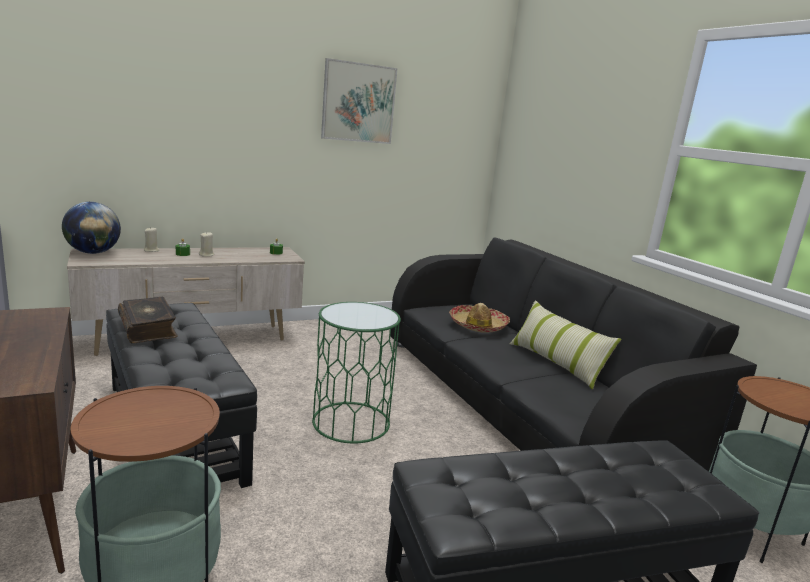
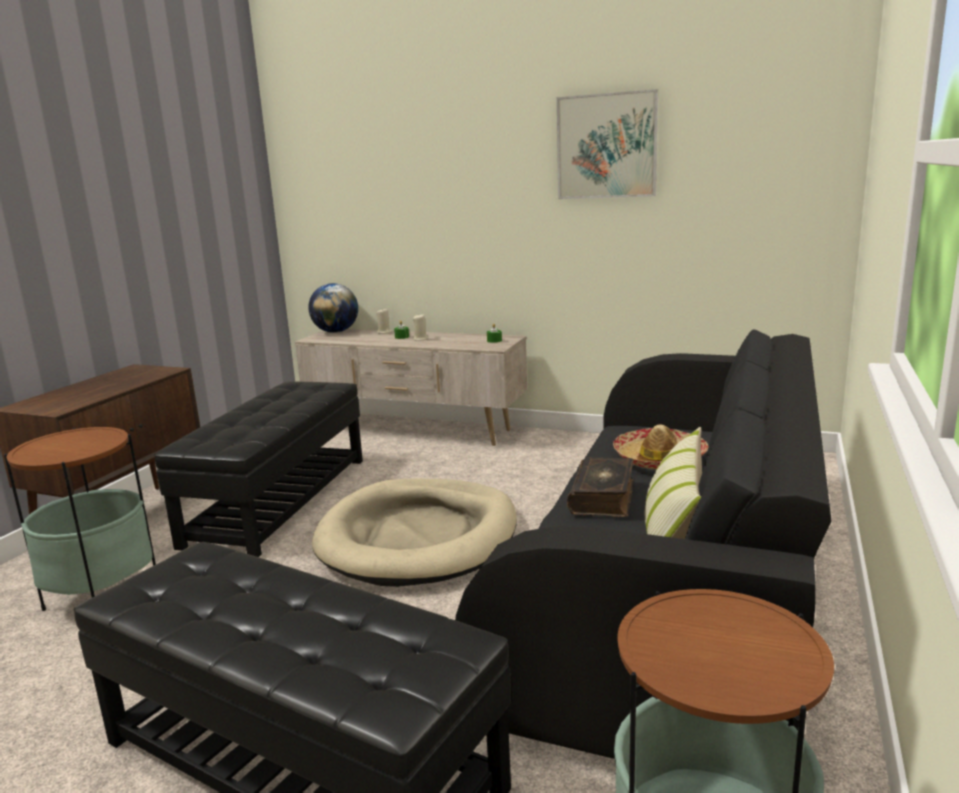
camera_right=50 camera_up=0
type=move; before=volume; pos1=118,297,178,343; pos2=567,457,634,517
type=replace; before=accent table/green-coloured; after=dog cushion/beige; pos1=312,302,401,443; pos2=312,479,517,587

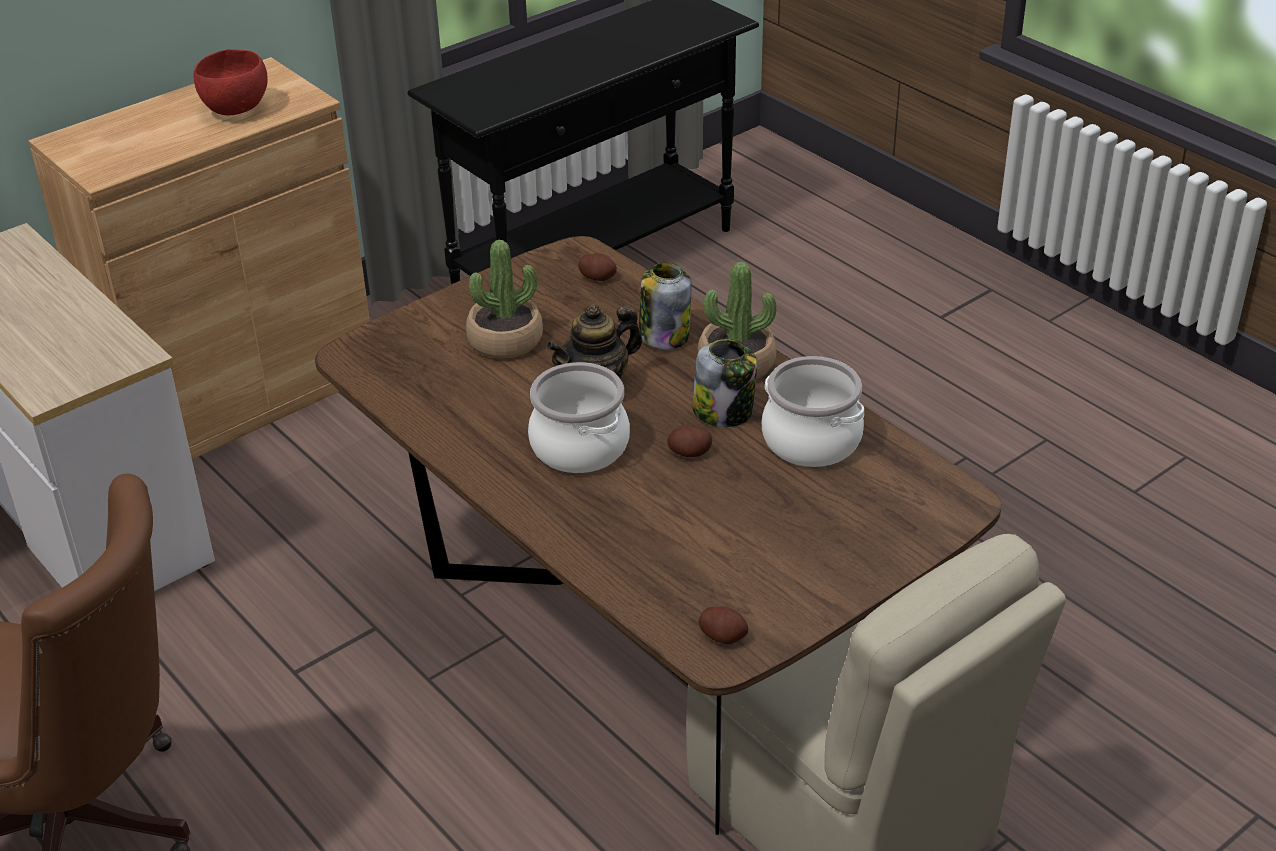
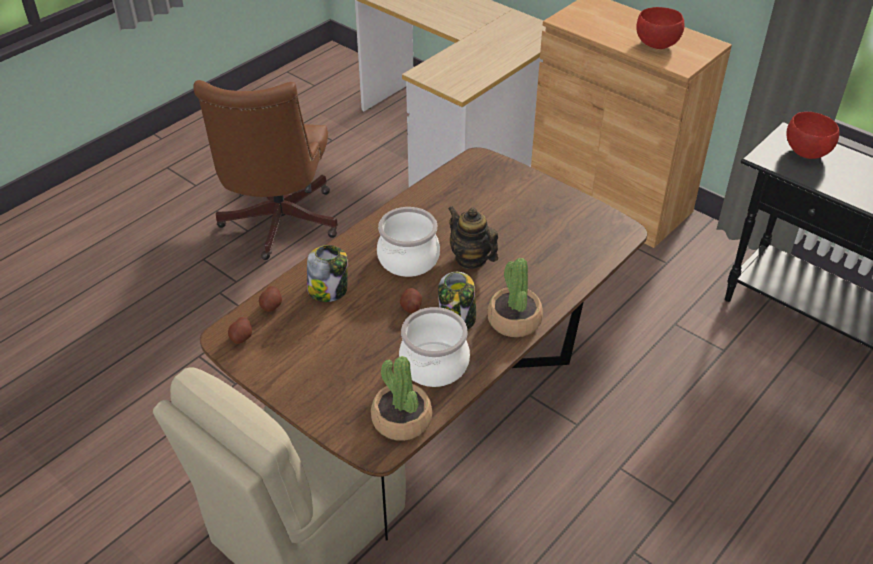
camera_right=80 camera_up=5
type=insert; after=deep dish/red-coloured; pos2=786,112,839,159
type=move; before=potted plant; pos1=466,240,543,358; pos2=371,356,432,441
type=move; before=whole potato; pos1=578,253,617,281; pos2=259,286,282,312
type=move; before=preserve jar; pos1=639,262,692,349; pos2=307,245,348,302

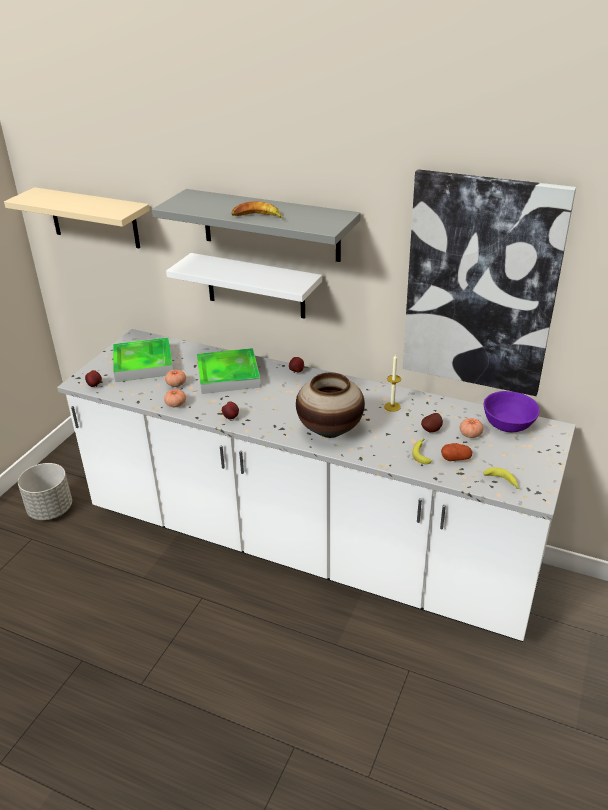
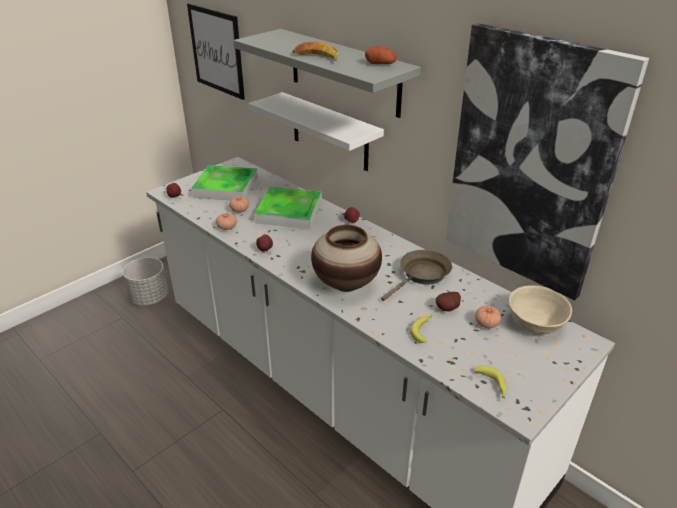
camera_right=20 camera_up=0
type=move; before=whole potato; pos1=441,443,472,461; pos2=365,46,397,64
type=replace; before=shelf/beige; after=picture; pos1=4,187,150,249; pos2=187,3,245,100
type=replace; before=candle; after=frying pan/brown-coloured; pos1=384,354,401,412; pos2=381,250,452,301
type=recolor; before=deep dish/purplish; after=deep dish/beige; pos1=484,391,540,432; pos2=509,285,572,334

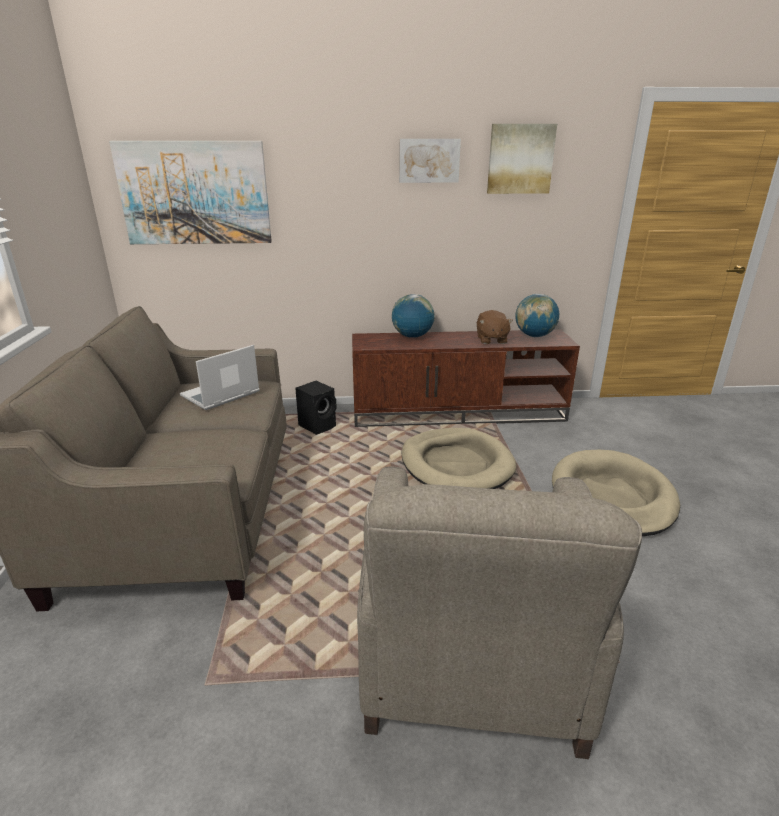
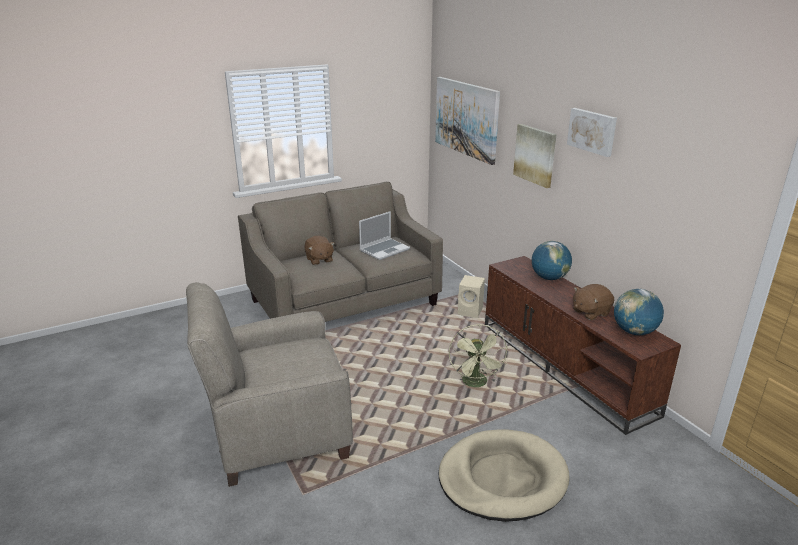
camera_right=65 camera_up=0
type=insert; after=cuddly toy/brown-coloured; pos2=305,236,335,265
type=move; before=picture; pos1=487,124,557,194; pos2=513,124,557,188
type=replace; before=dog cushion/beige; after=cooling fan/green-coloured; pos1=401,428,516,489; pos2=449,324,508,387
type=recolor; before=speaker/black-coloured; after=speaker/beige; pos1=295,381,337,435; pos2=458,275,485,318
type=rotate; before=portable computer; pos1=180,345,260,410; pos2=359,211,410,260; turn=120

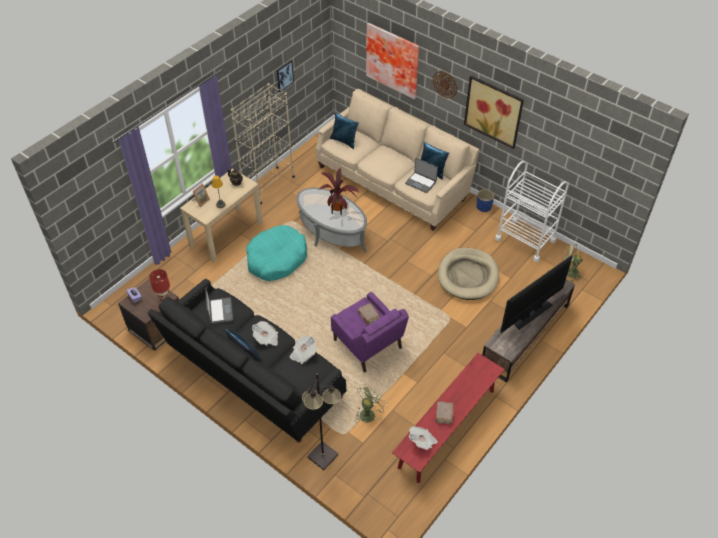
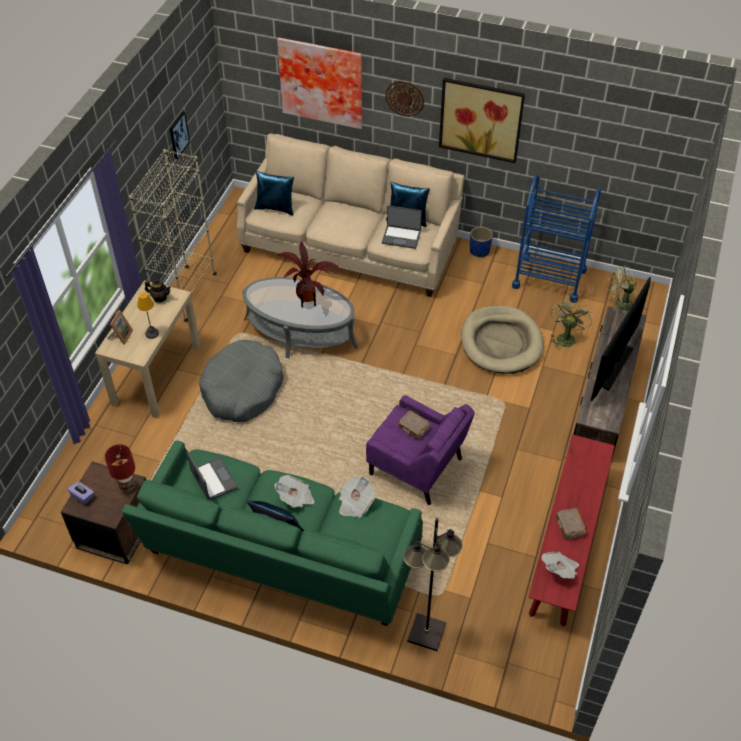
camera_right=-20 camera_up=0
type=move; before=cooling fan/green-coloured; pos1=355,384,388,423; pos2=551,299,593,349
type=recolor; before=settee/black-coloured; after=settee/green-coloured; pos1=148,279,347,443; pos2=122,441,423,626
type=recolor; before=dog cushion/blue-green; after=dog cushion/gray; pos1=246,225,307,281; pos2=199,340,284,422
type=recolor; before=trolley/whitish; after=trolley/blue; pos1=495,161,569,262; pos2=512,175,601,303

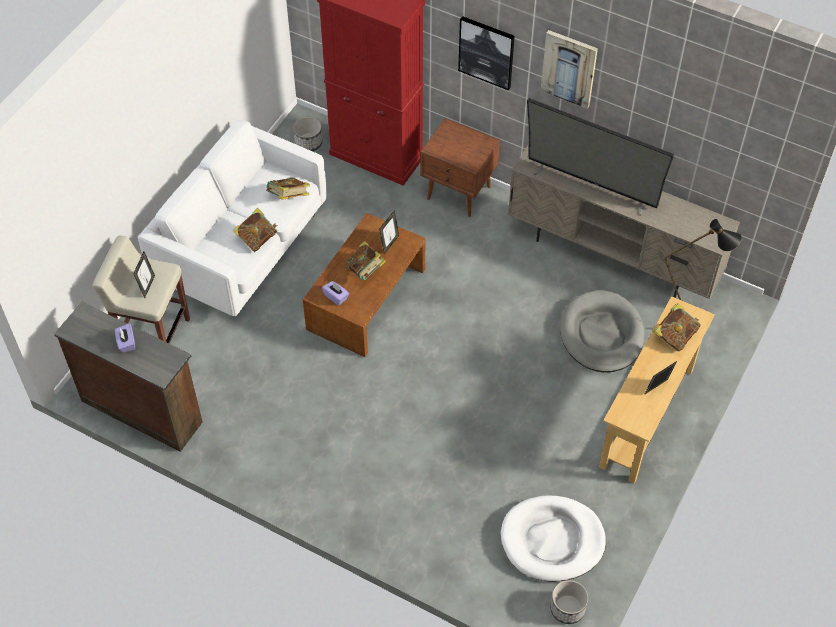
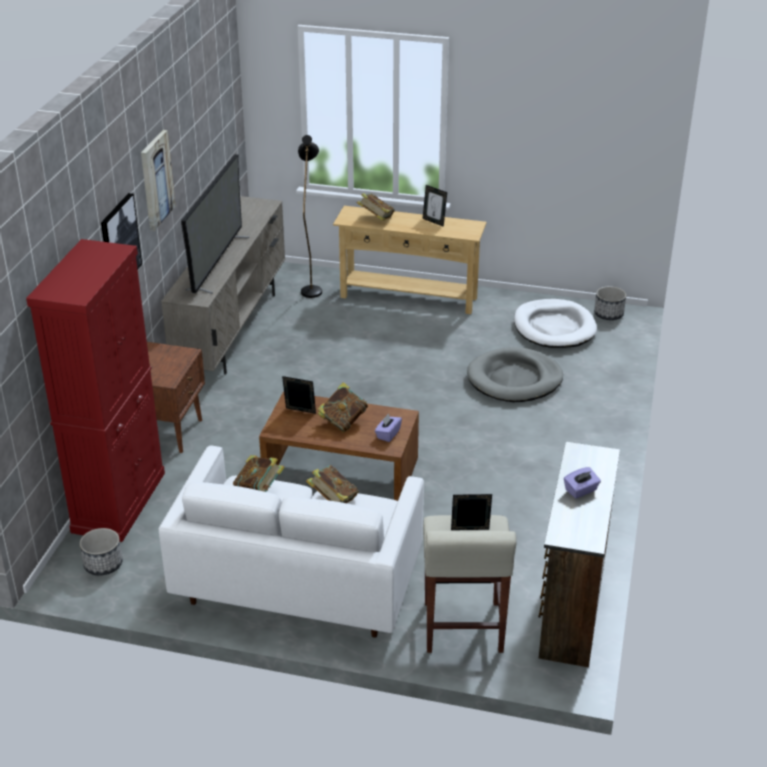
camera_right=-105 camera_up=-20
type=move; before=dog cushion/gray; pos1=560,290,645,372; pos2=467,347,563,402

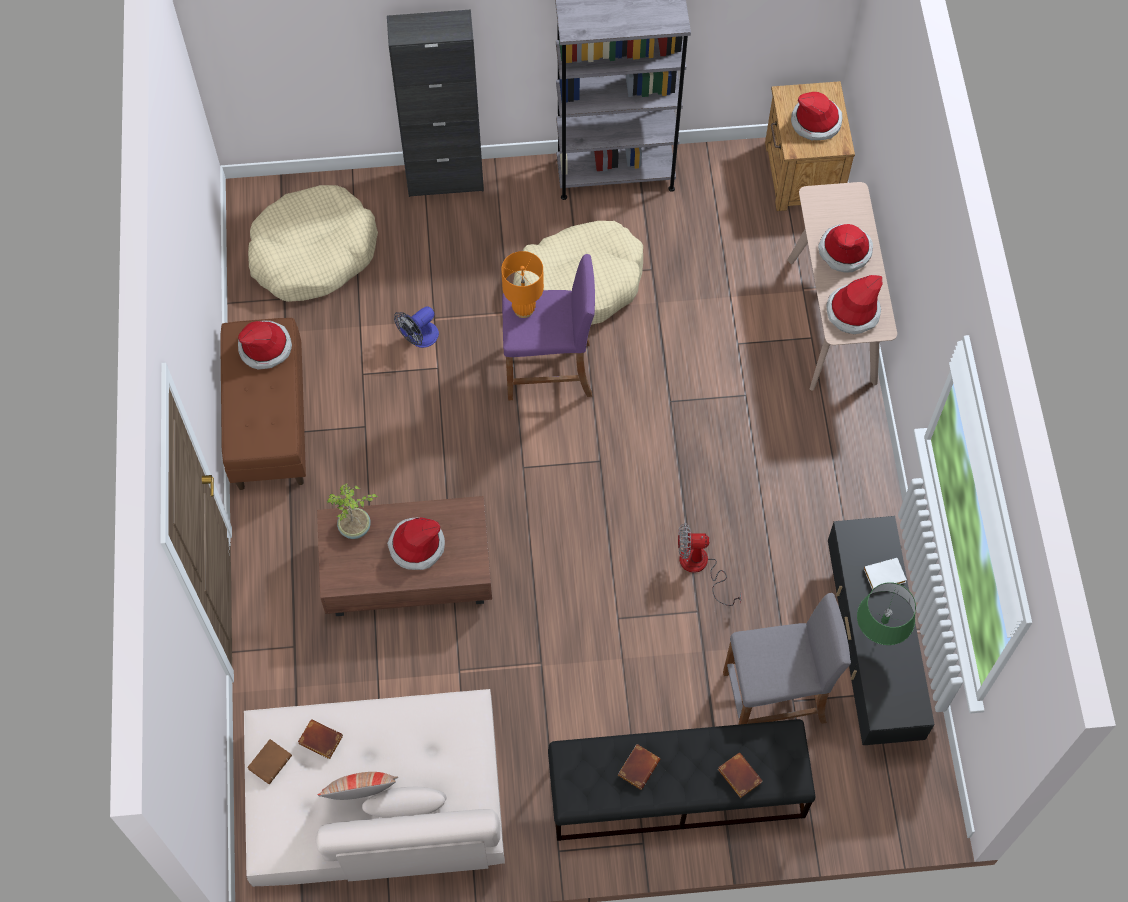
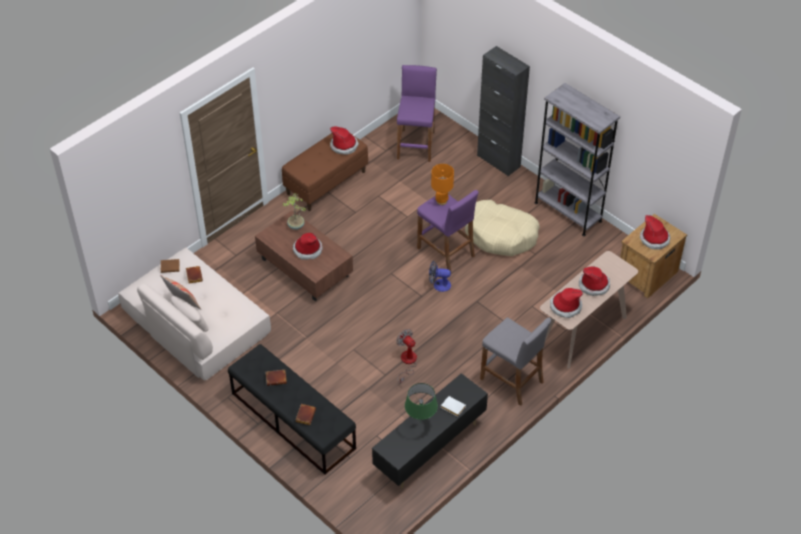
camera_right=50 camera_up=-15
type=move; before=cooling fan; pos1=394,306,439,348; pos2=429,261,451,292
type=move; before=stool seat/gray; pos1=723,593,851,725; pos2=480,318,551,406
type=replace; before=dog cushion/beige; after=stool seat/purplish; pos1=248,185,378,302; pos2=397,65,437,162

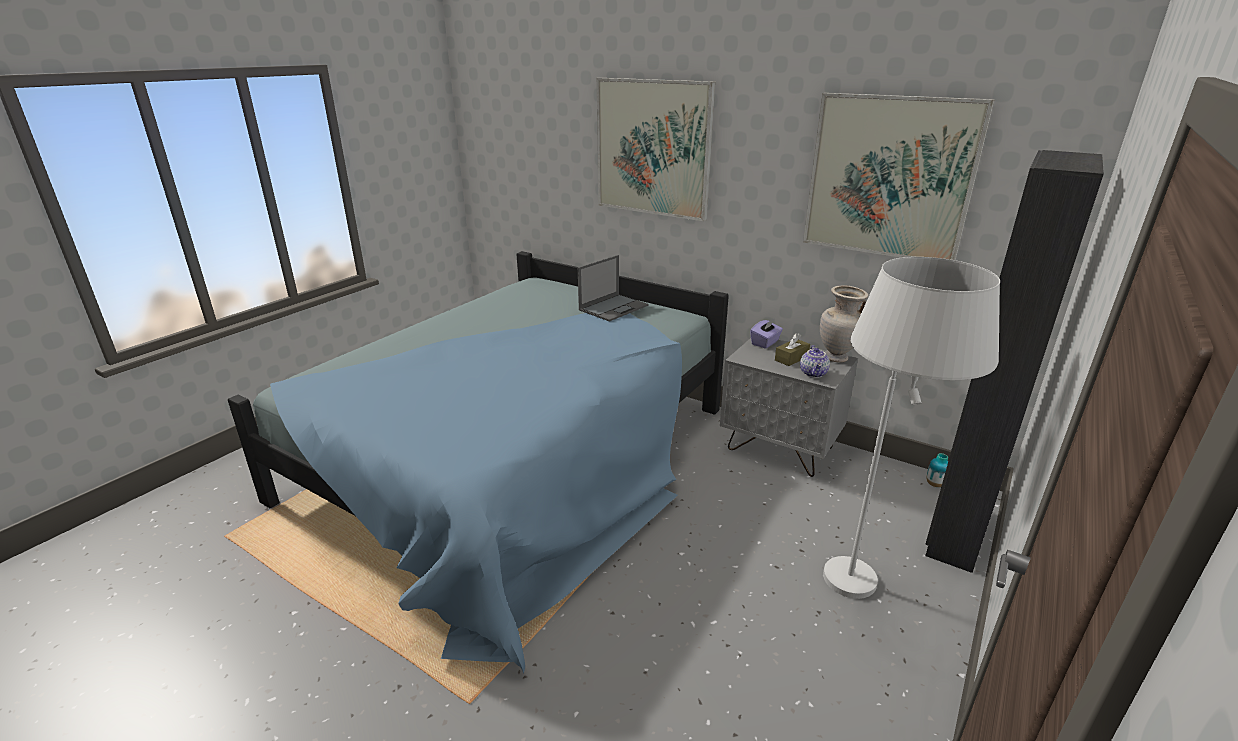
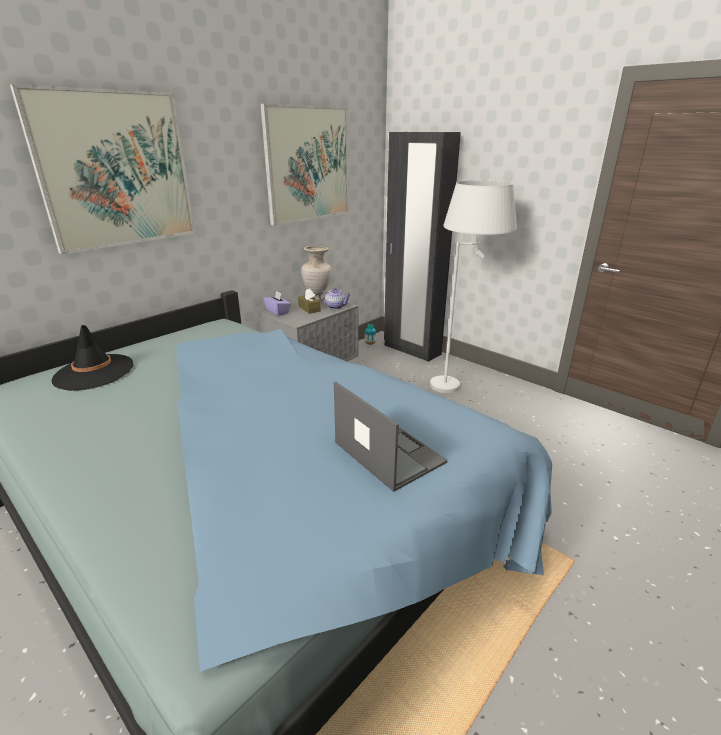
camera_right=-80 camera_up=0
type=insert; after=hat/black-coloured; pos2=51,325,133,391
type=move; before=portable computer; pos1=578,255,648,322; pos2=334,381,447,492

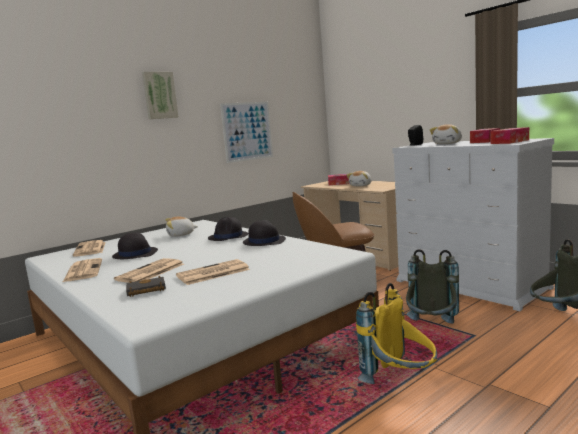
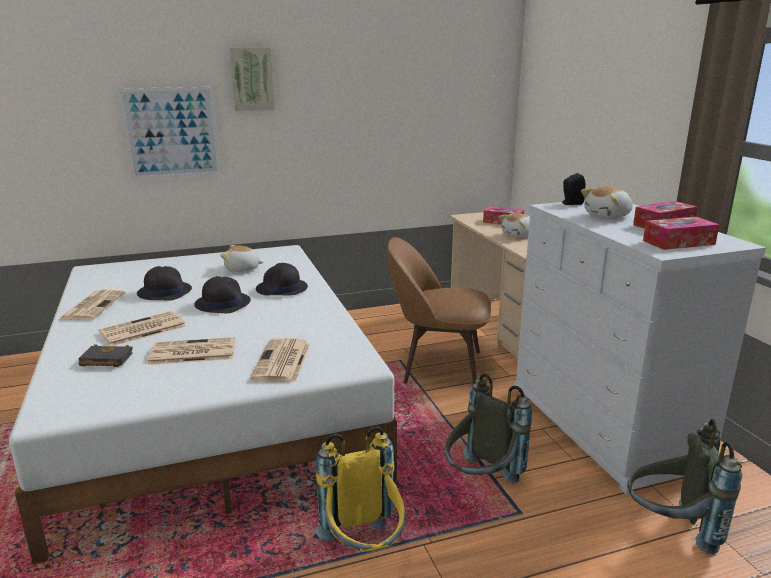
camera_right=20 camera_up=10
type=move; before=daily paper; pos1=73,240,106,256; pos2=250,338,310,382
type=move; before=picture; pos1=220,102,273,163; pos2=119,87,221,179
type=move; before=hat/black-coloured; pos1=243,220,286,246; pos2=194,276,251,313

